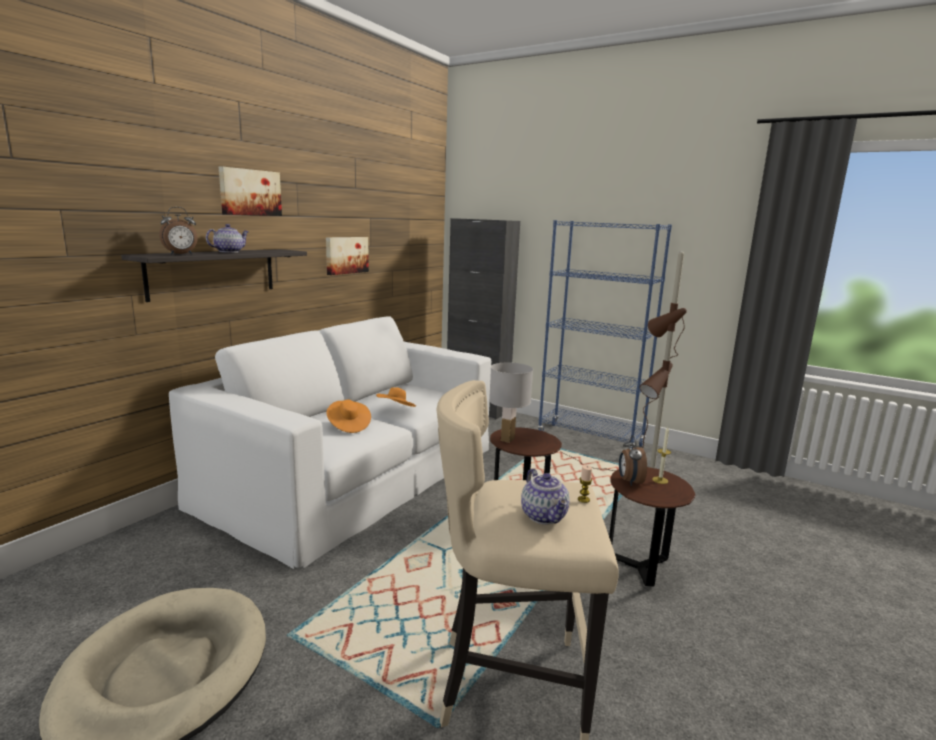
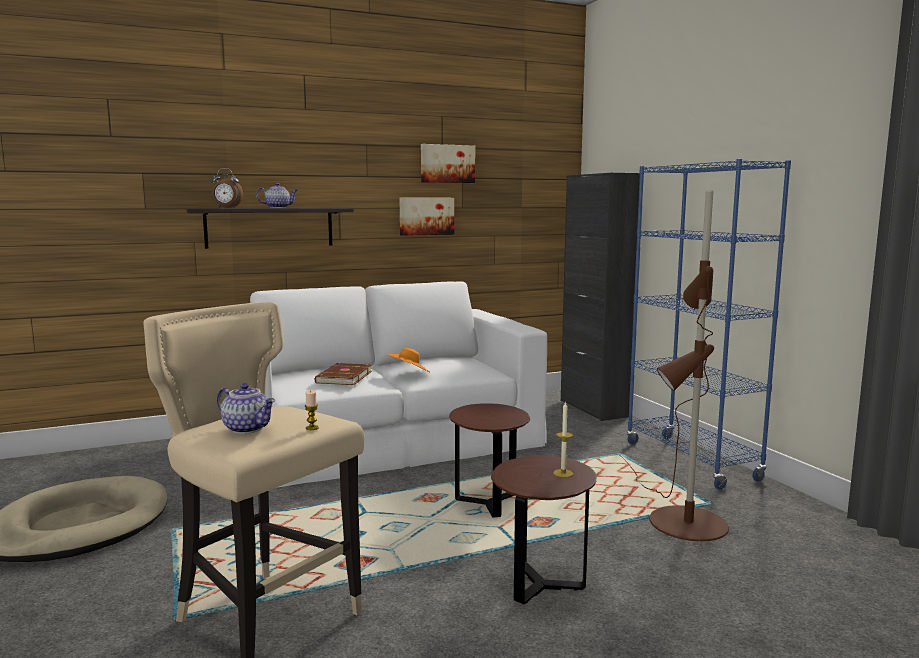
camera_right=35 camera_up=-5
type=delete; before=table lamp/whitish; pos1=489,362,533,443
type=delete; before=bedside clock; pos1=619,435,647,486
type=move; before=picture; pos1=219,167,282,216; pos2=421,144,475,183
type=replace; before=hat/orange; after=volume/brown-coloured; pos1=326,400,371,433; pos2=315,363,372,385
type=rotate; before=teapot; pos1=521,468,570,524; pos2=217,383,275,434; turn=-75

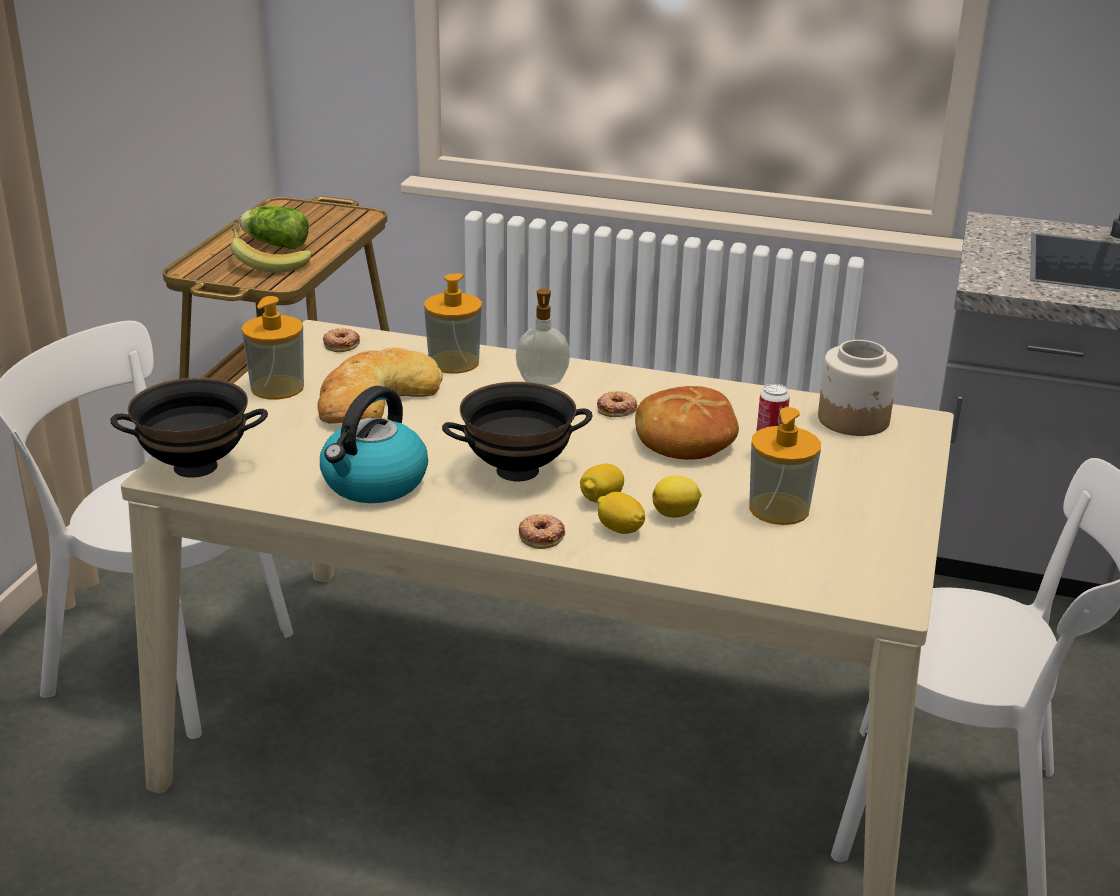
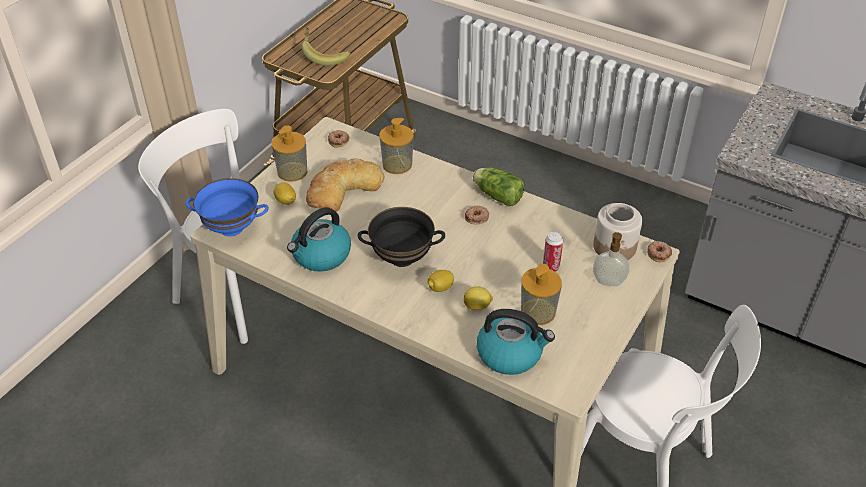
camera_right=15 camera_up=15
type=delete; before=bakery bread; pos1=635,386,739,460
type=insert; after=kettle; pos2=477,309,555,375
type=move; before=head of lettuce; pos1=239,206,309,249; pos2=473,168,525,206
type=move; before=soap bottle; pos1=516,289,570,385; pos2=593,232,629,286
type=move; before=doughnut; pos1=518,514,565,549; pos2=647,241,672,262
type=move; before=whole lemon; pos1=597,492,645,534; pos2=274,183,296,205
type=recolor; before=deep dish/black-coloured; after=deep dish/blue; pos1=110,378,268,478; pos2=186,178,269,237

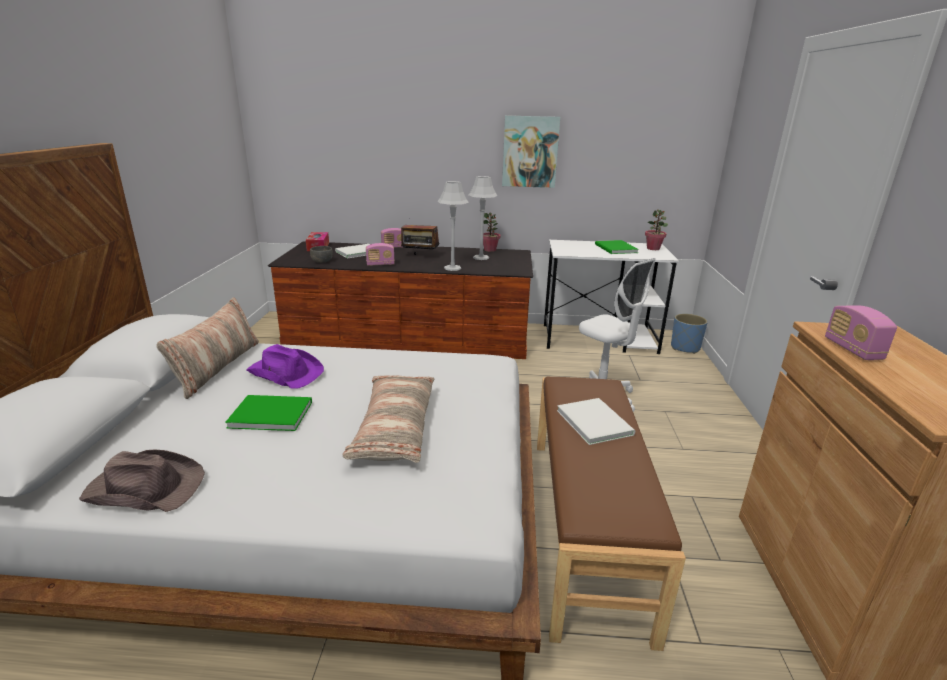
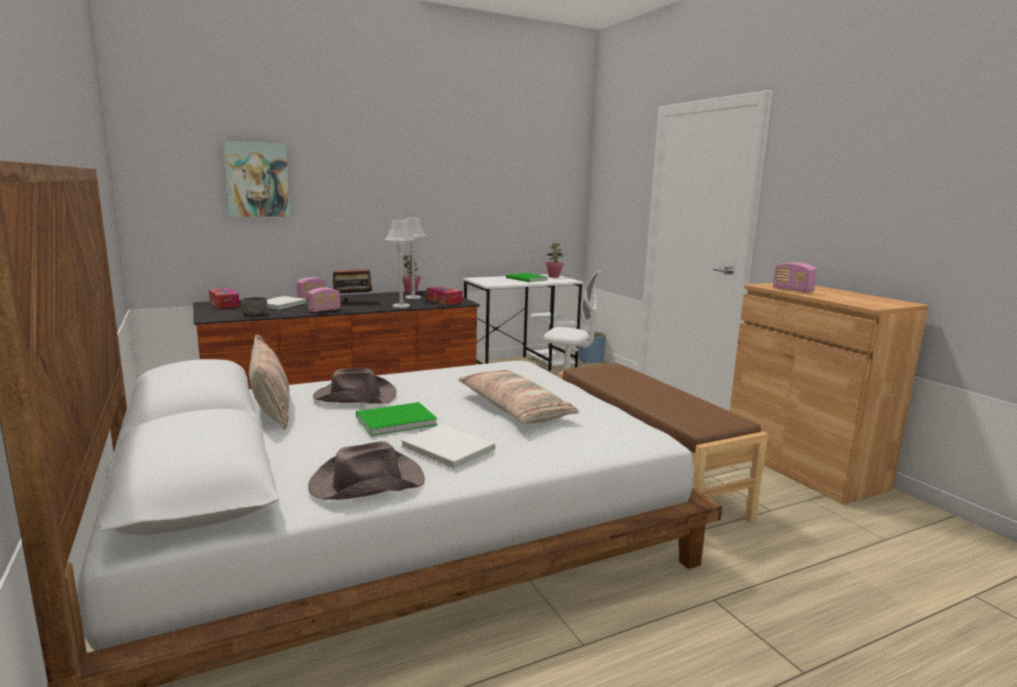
camera_right=-30 camera_up=-10
type=insert; after=tissue holder; pos2=427,286,463,305
type=move; before=picture; pos1=502,115,560,188; pos2=223,141,291,217
type=move; before=volume/whitish; pos1=557,398,635,445; pos2=401,424,496,469
type=recolor; before=hat/purplish; after=hat/brown-coloured; pos1=246,344,324,389; pos2=313,368,397,404

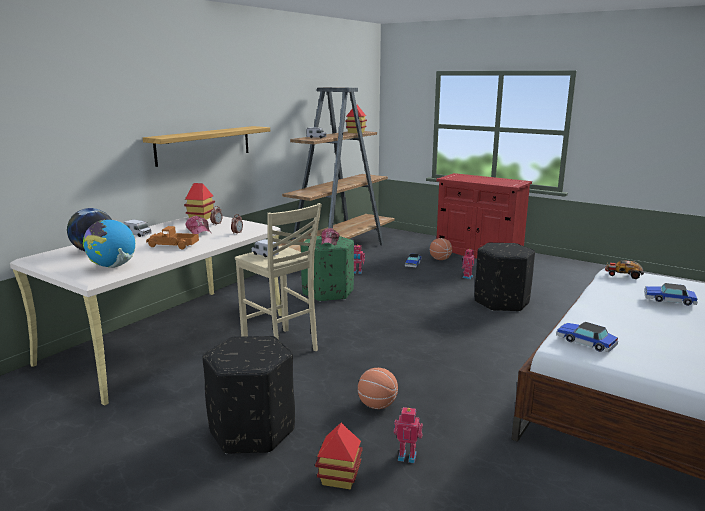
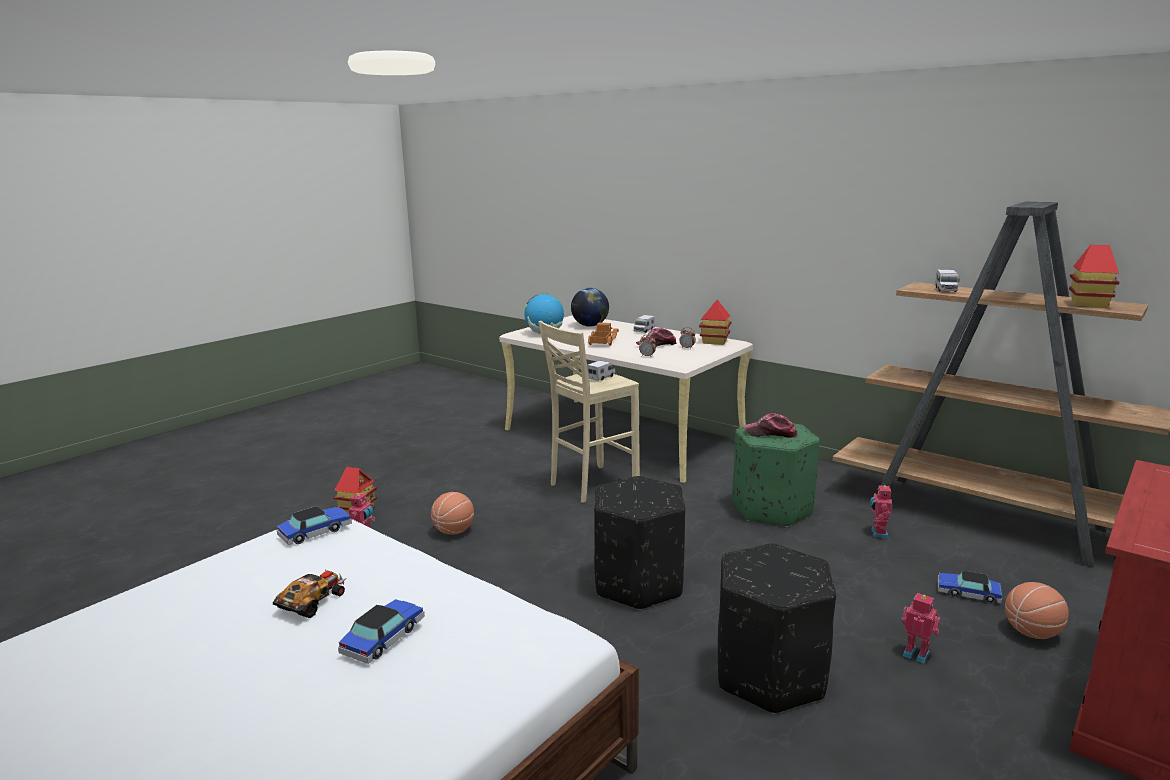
camera_right=95 camera_up=0
type=delete; before=shelf; pos1=143,126,270,167
type=move; before=footrest/black-coloured; pos1=202,336,295,454; pos2=594,476,685,610
type=move; before=model car; pos1=605,260,644,279; pos2=273,569,346,618

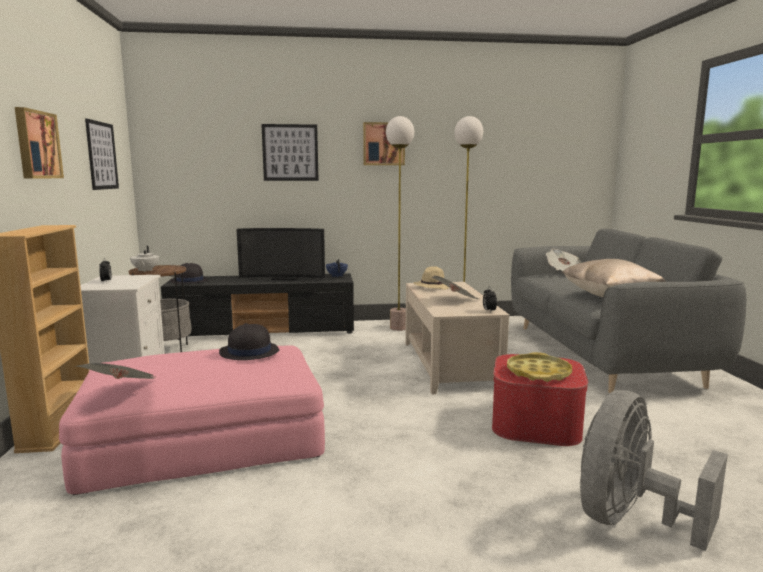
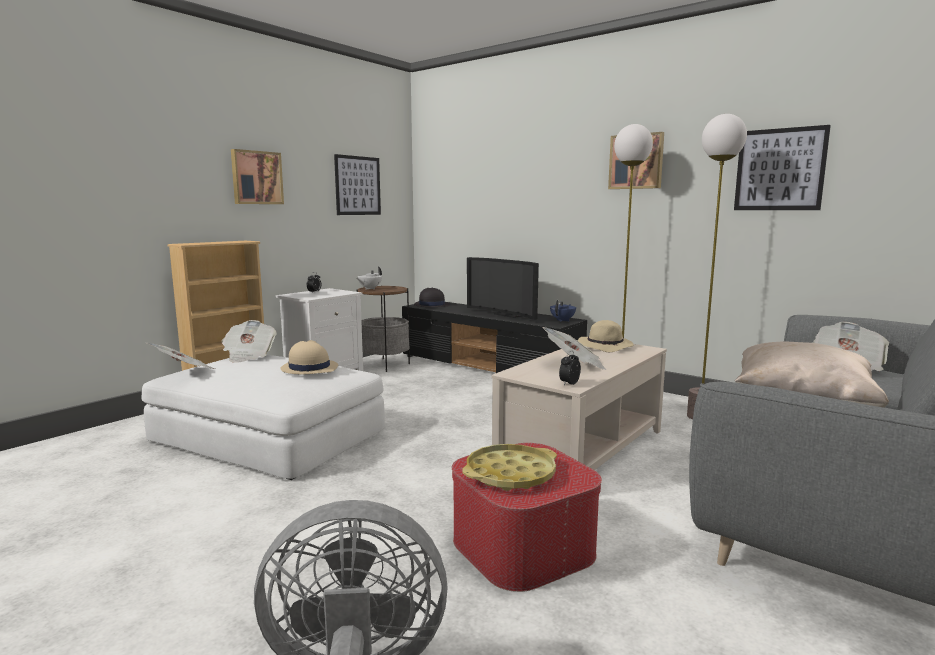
camera_right=45 camera_up=0
type=insert; after=daily paper; pos2=222,320,277,363
type=move; before=picture; pos1=261,124,319,181; pos2=734,125,831,210
type=recolor; before=footrest/pinkish; after=footrest/whitish; pos1=59,345,325,495; pos2=141,355,385,480
type=recolor; before=hat/black-coloured; after=hat/beige; pos1=219,323,279,360; pos2=280,340,338,374

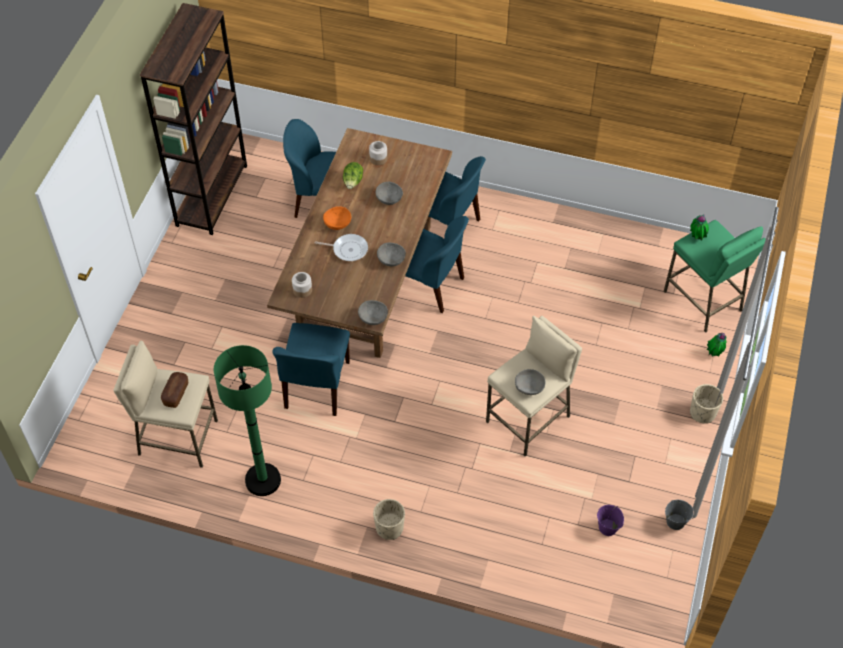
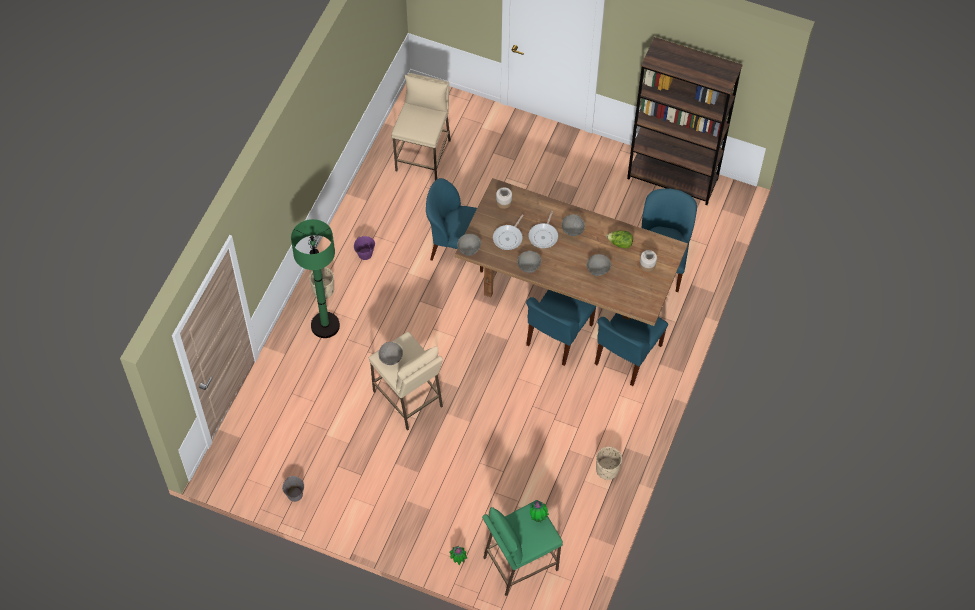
camera_right=95 camera_up=5
type=delete; before=bakery bread; pos1=161,372,188,408
type=insert; after=frying pan; pos2=493,215,523,250
type=move; before=floor lamp/green-coloured; pos1=214,345,281,496; pos2=291,219,340,338
type=move; before=water bucket/purplish; pos1=597,505,624,536; pos2=354,236,375,260
type=move; before=flower pot/beige; pos1=690,384,723,424; pos2=596,447,622,480
type=recolor; before=deep dish/orange; after=deep dish/gray; pos1=323,206,351,230; pos2=561,214,585,236

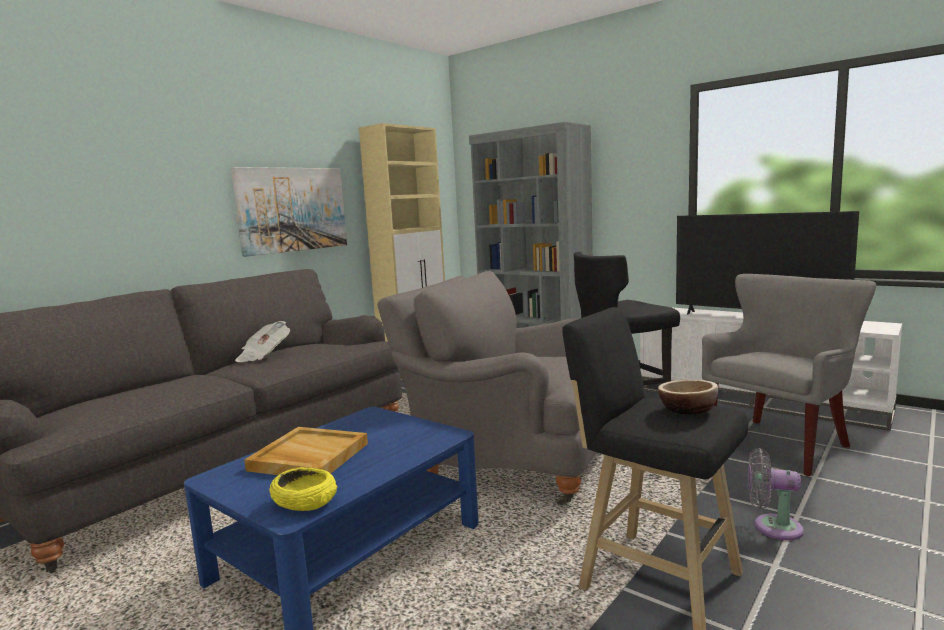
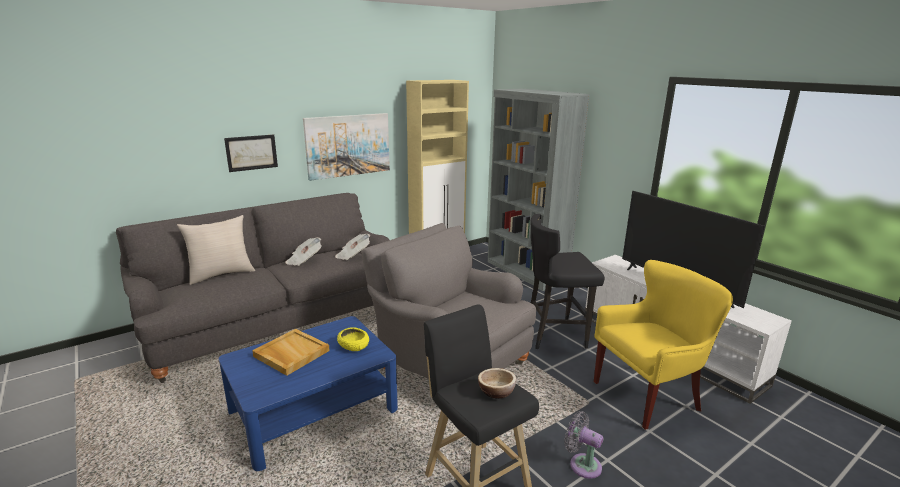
camera_right=15 camera_up=10
type=insert; after=pillow/beige; pos2=177,215,255,285
type=insert; after=picture; pos2=224,134,278,172
type=insert; after=daily paper; pos2=335,234,370,260
type=move; before=deep dish/yellow; pos1=269,467,337,511; pos2=337,327,369,351
type=recolor; before=easy chair/gray; after=easy chair/yellow; pos1=702,274,876,477; pos2=594,260,733,430

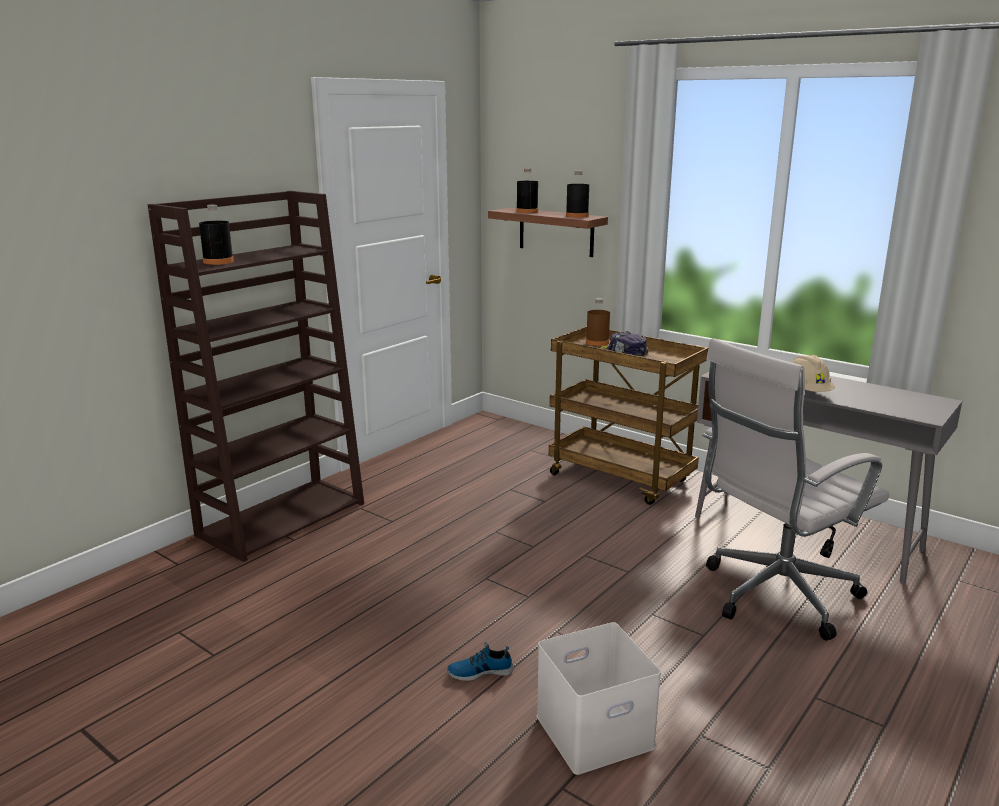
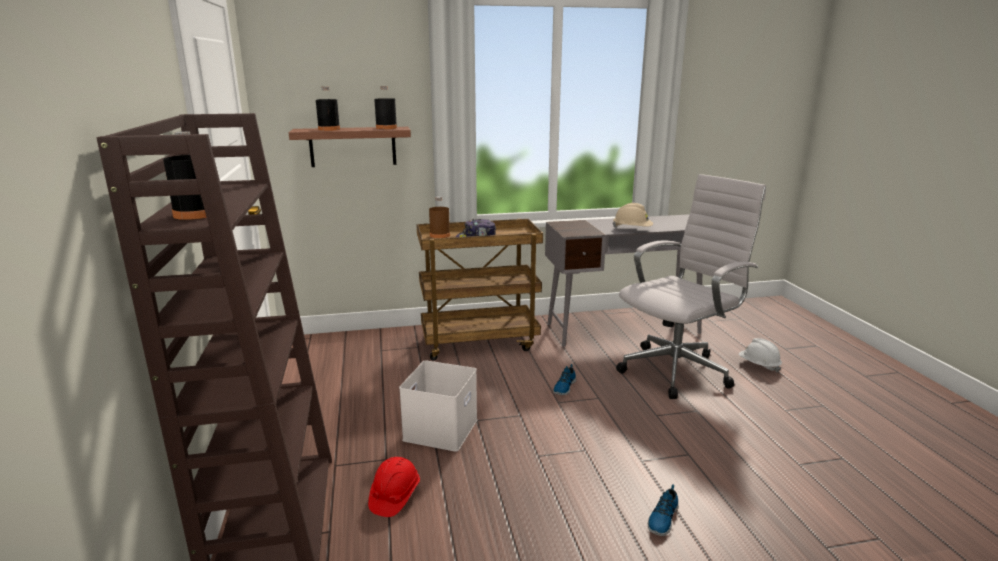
camera_right=-50 camera_up=0
type=insert; after=work helmet/red-coloured; pos2=368,457,420,517
type=insert; after=shoe; pos2=553,364,576,395
type=insert; after=work helmet/whitish; pos2=739,338,782,372
type=move; before=storage box/whitish; pos1=536,622,661,775; pos2=399,360,478,452
type=rotate; before=desk chair/whitish; pos1=702,338,889,640; pos2=616,174,766,399; turn=-135

